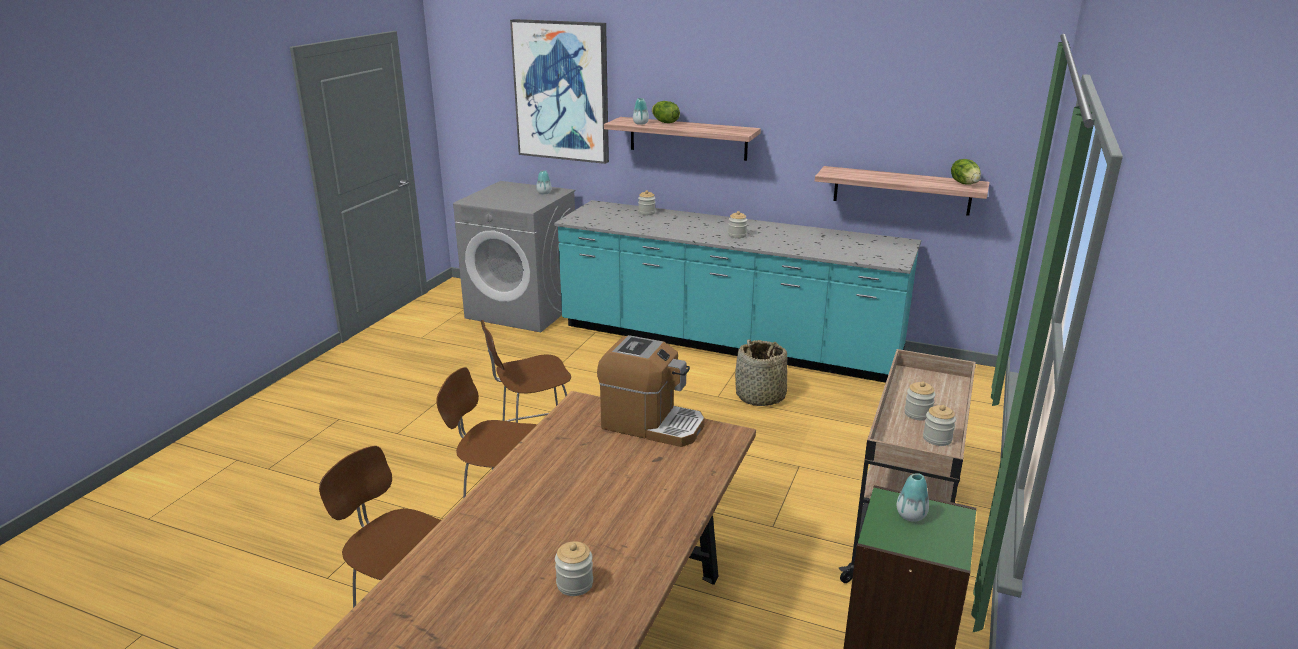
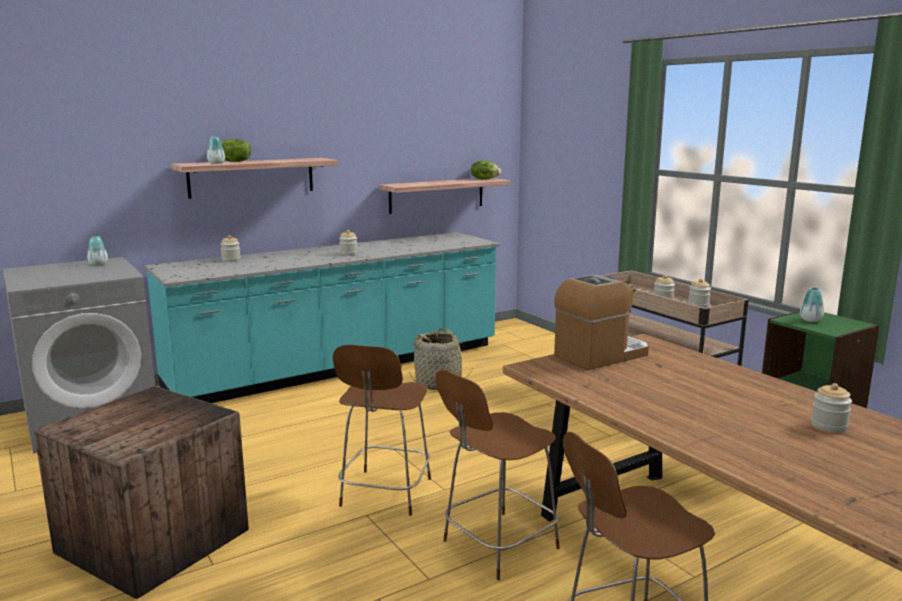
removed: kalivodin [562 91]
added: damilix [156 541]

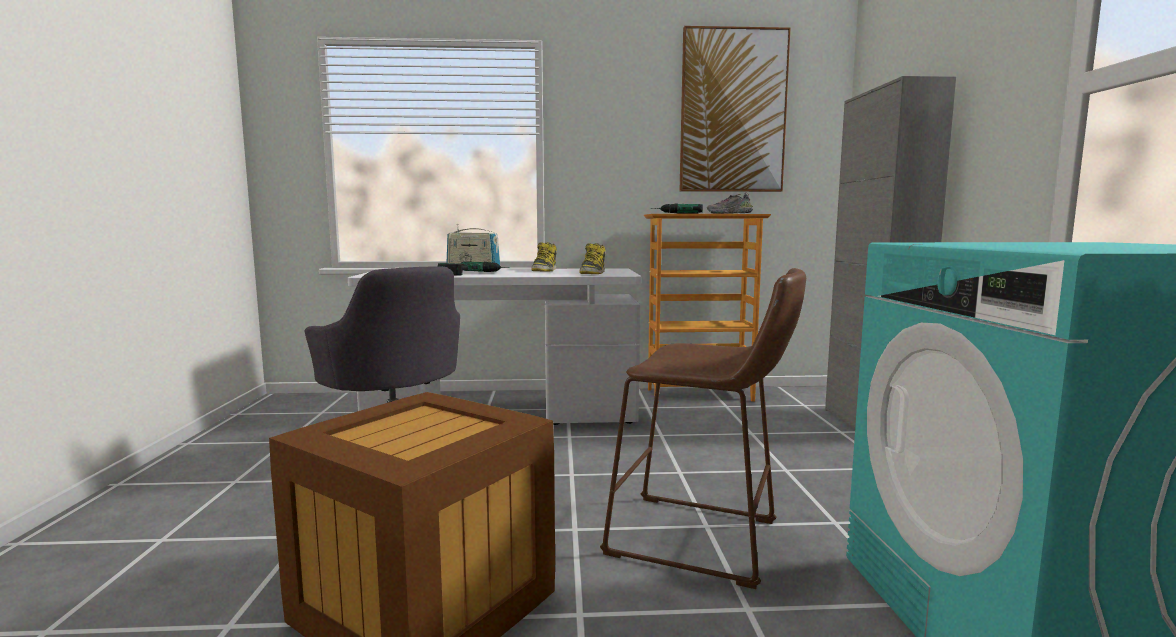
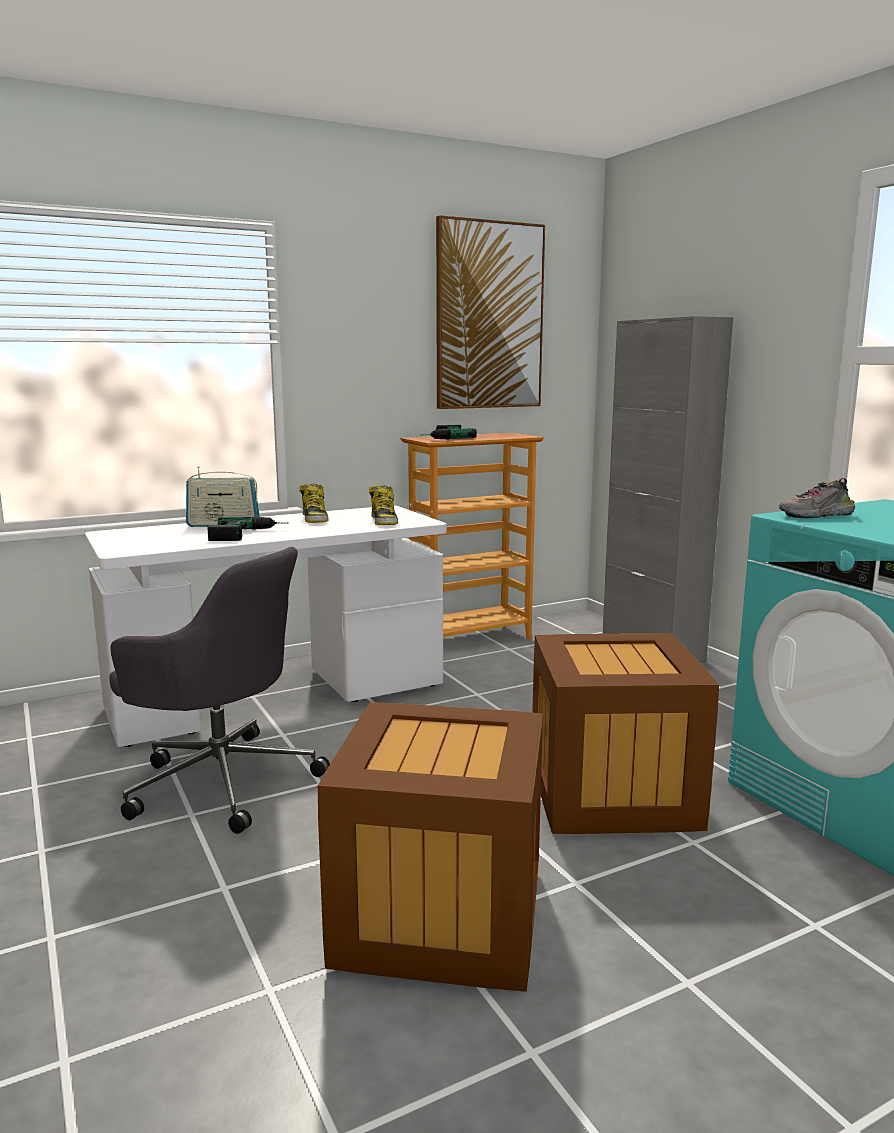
moved: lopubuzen [729 214] to [816 516]
replaced: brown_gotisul [702 540] to damilix [612 794]

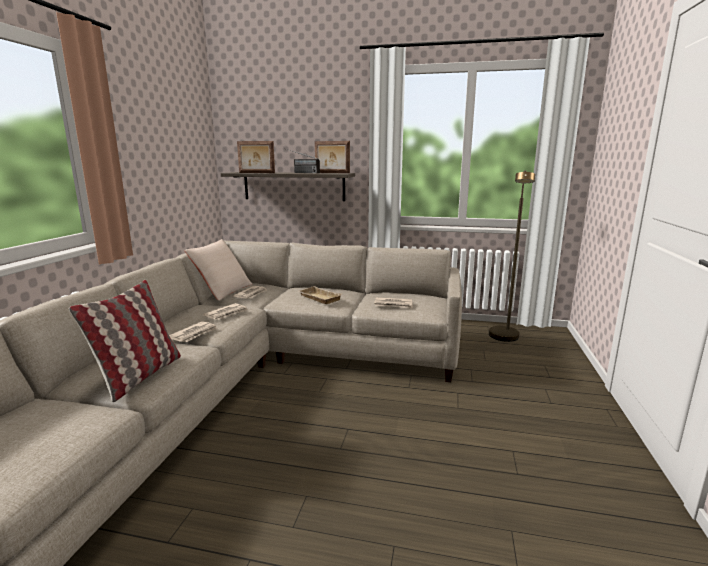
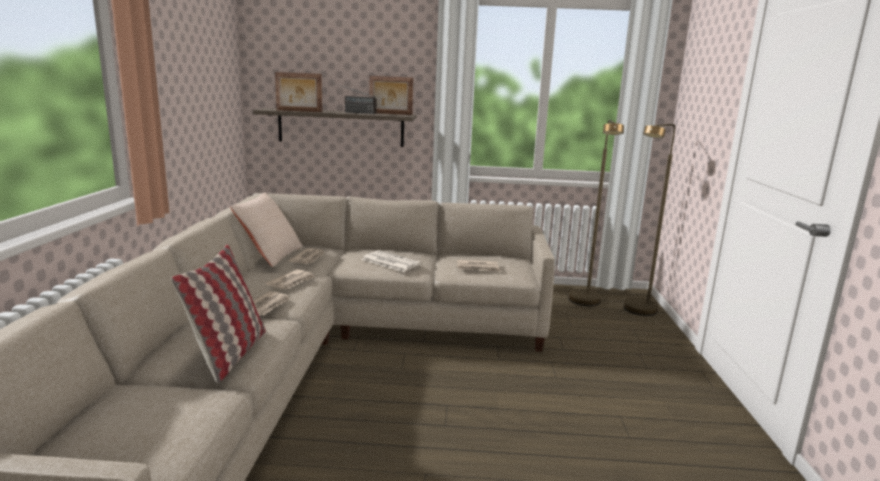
added: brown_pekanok [637 312]
replaced: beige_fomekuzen [318 298] to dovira [390 262]

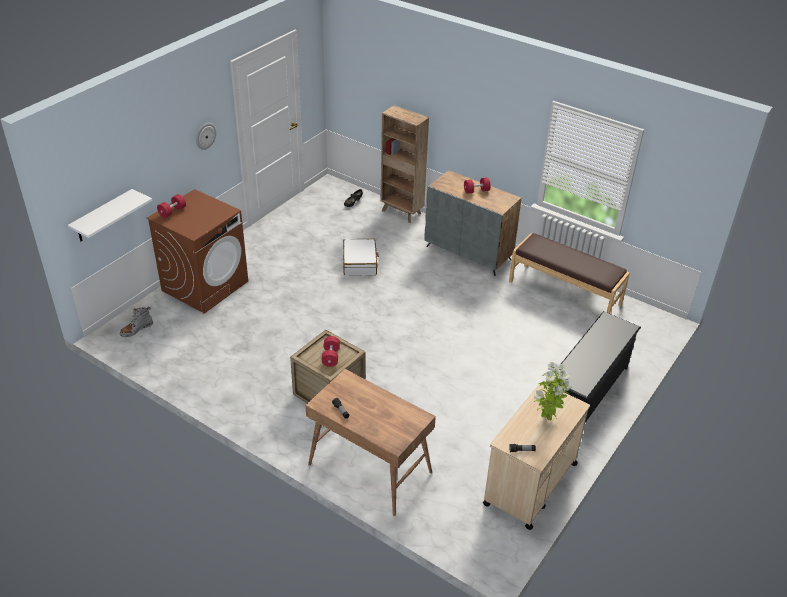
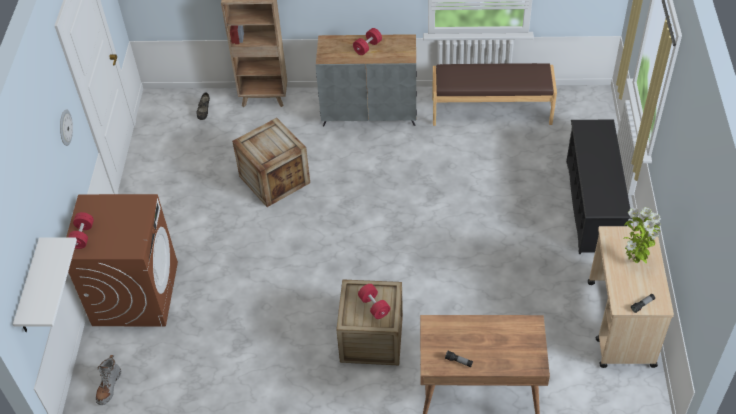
replaced: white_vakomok [360 263] to damilix [274 179]

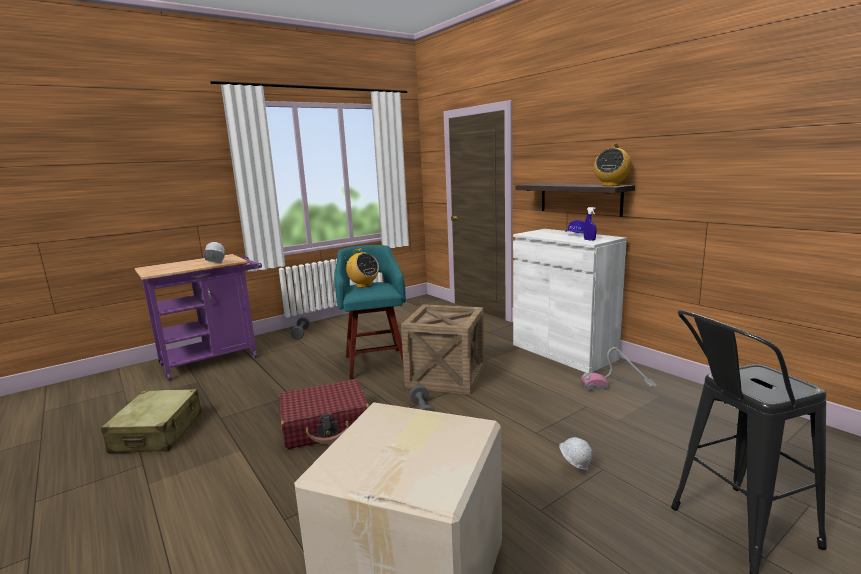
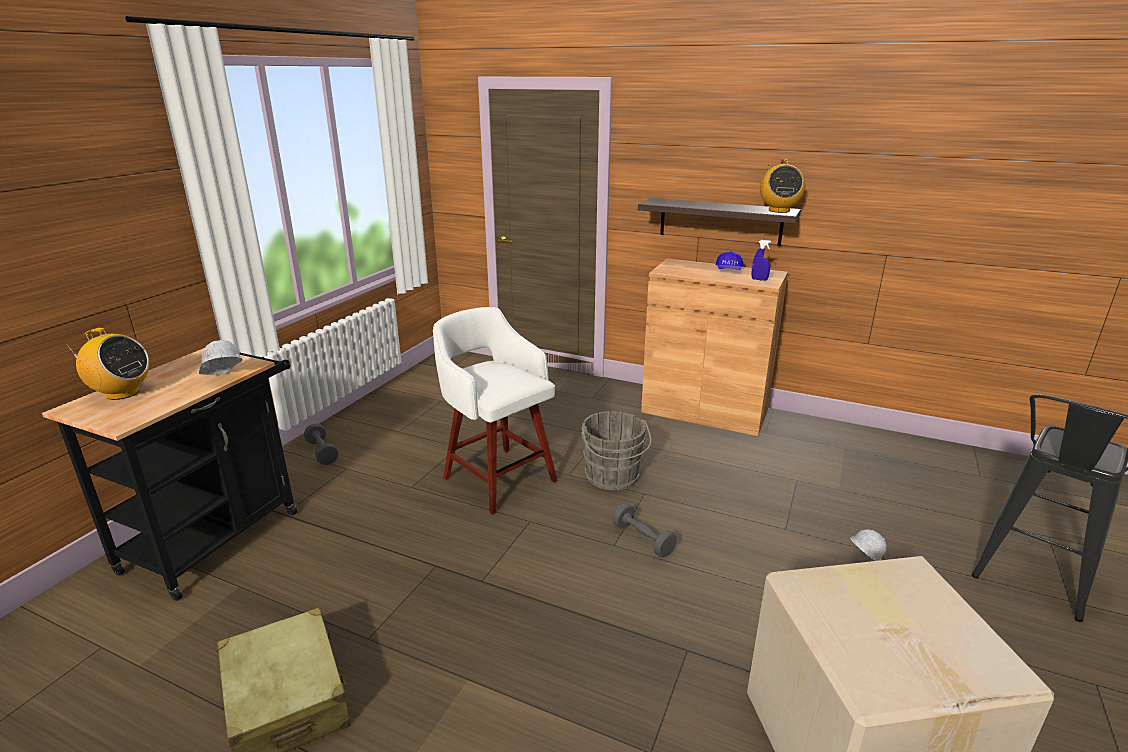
removed: red_vakomok [326 425]; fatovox [618 385]
moved: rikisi [363 285] to [122 393]
replaced: damilix [446 376] to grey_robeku [612 477]
recoloured: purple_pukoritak [215 359] to black_pukoritak [220 535]; turquoise_gotisul [375 362] to white_gotisul [498 478]; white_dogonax [563 352] to brown_dogonax [704 411]

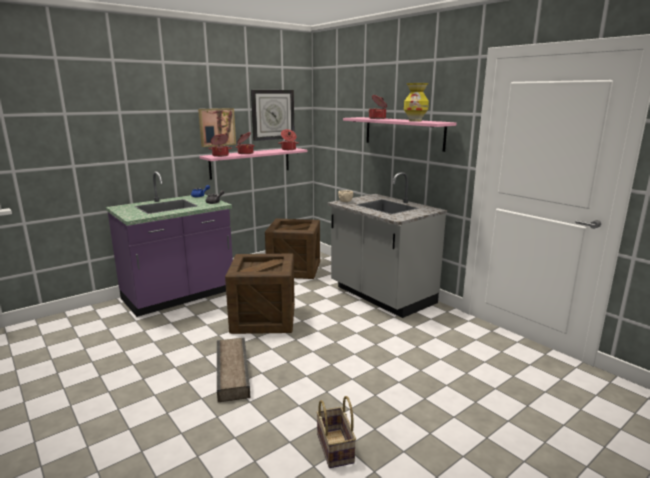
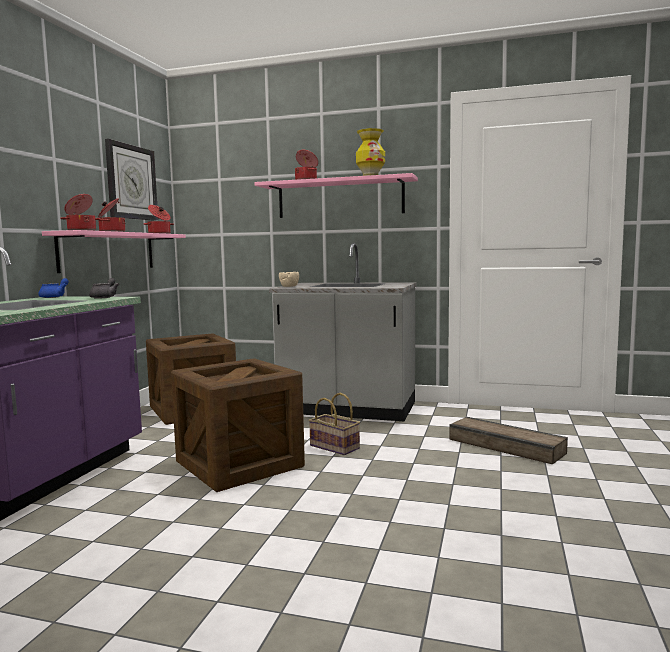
removed: kalivodin [216 127]
moved: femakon [336 449] to [336 447]; damilix [234 372] to [506 445]

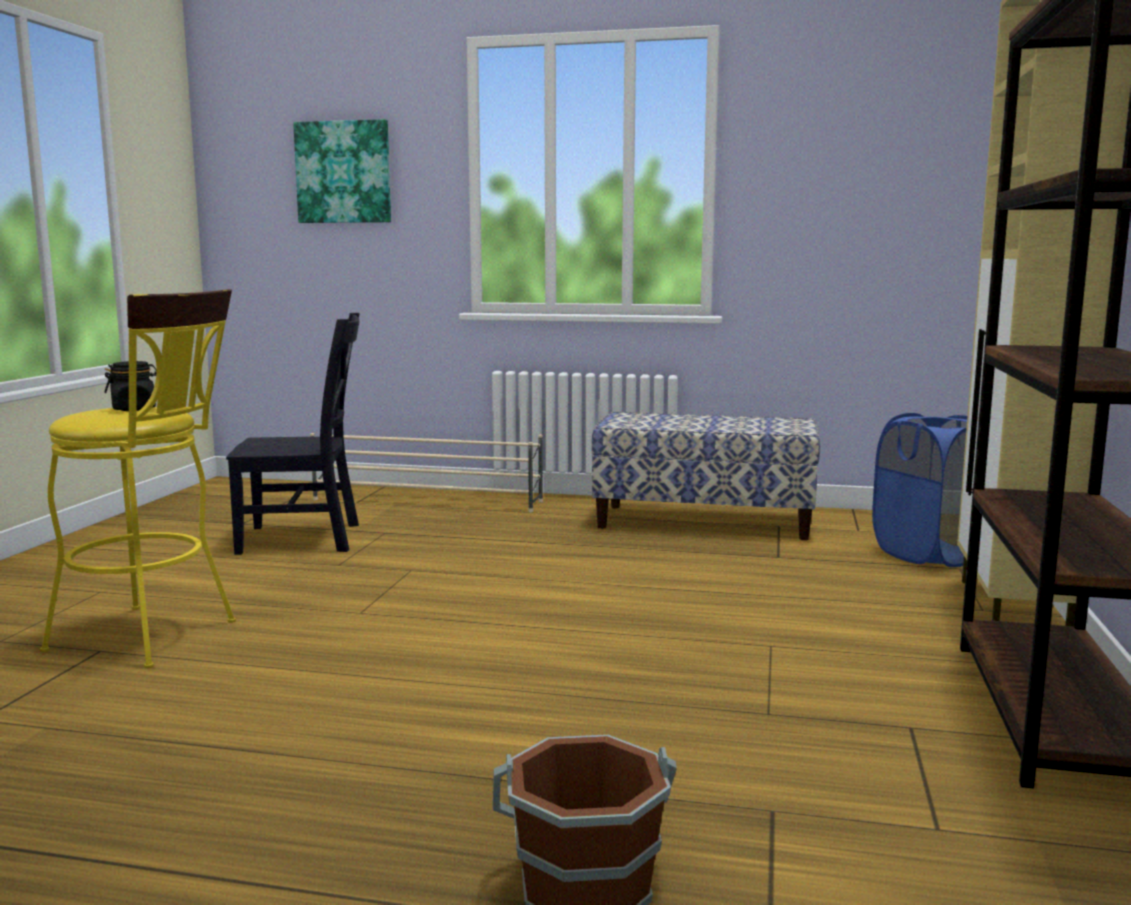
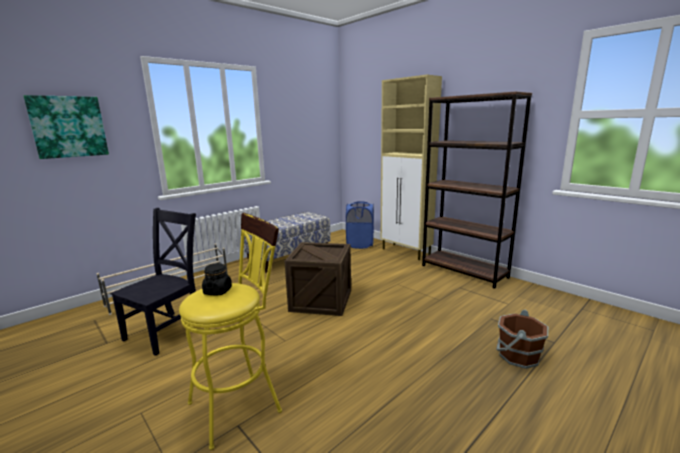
added: damilix [321 300]

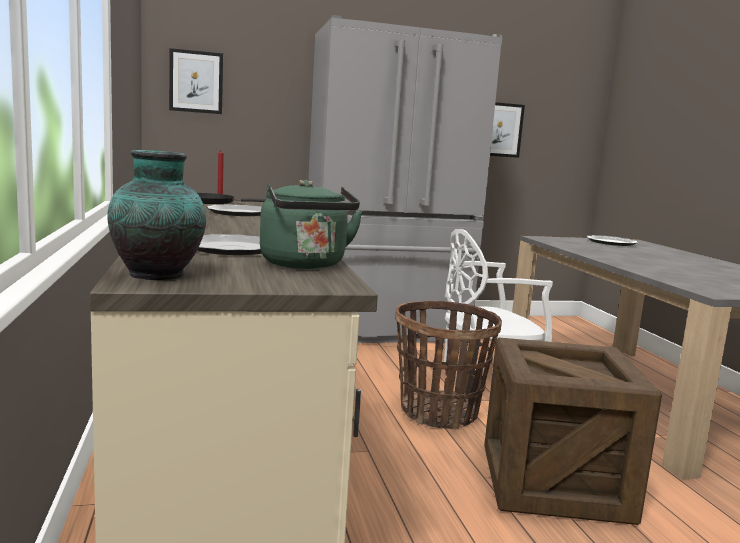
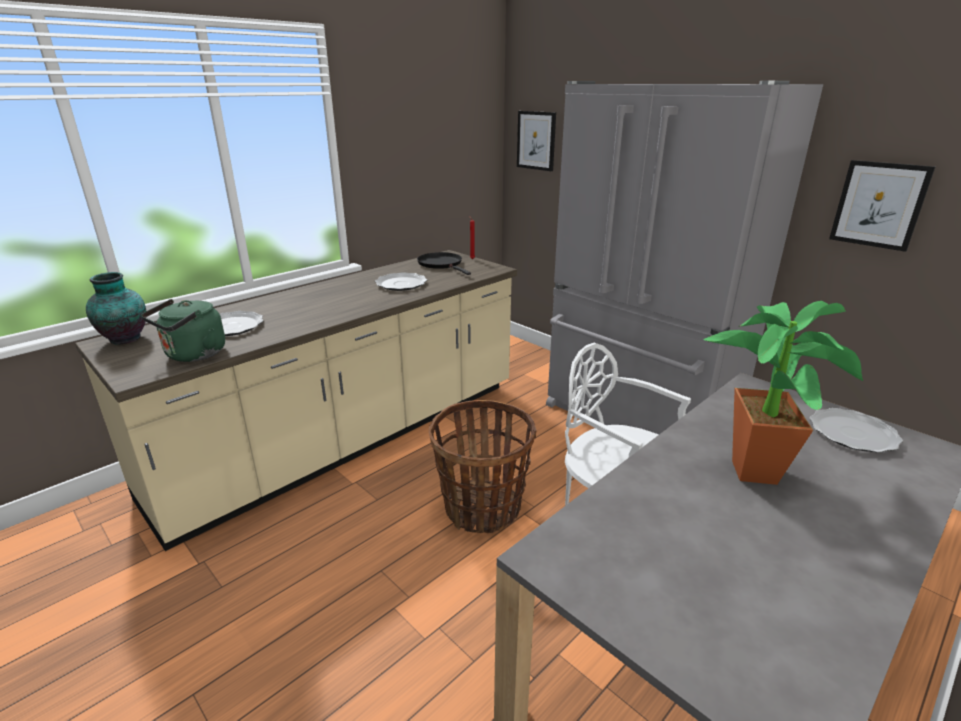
removed: damilix [554 482]
added: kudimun [757 467]

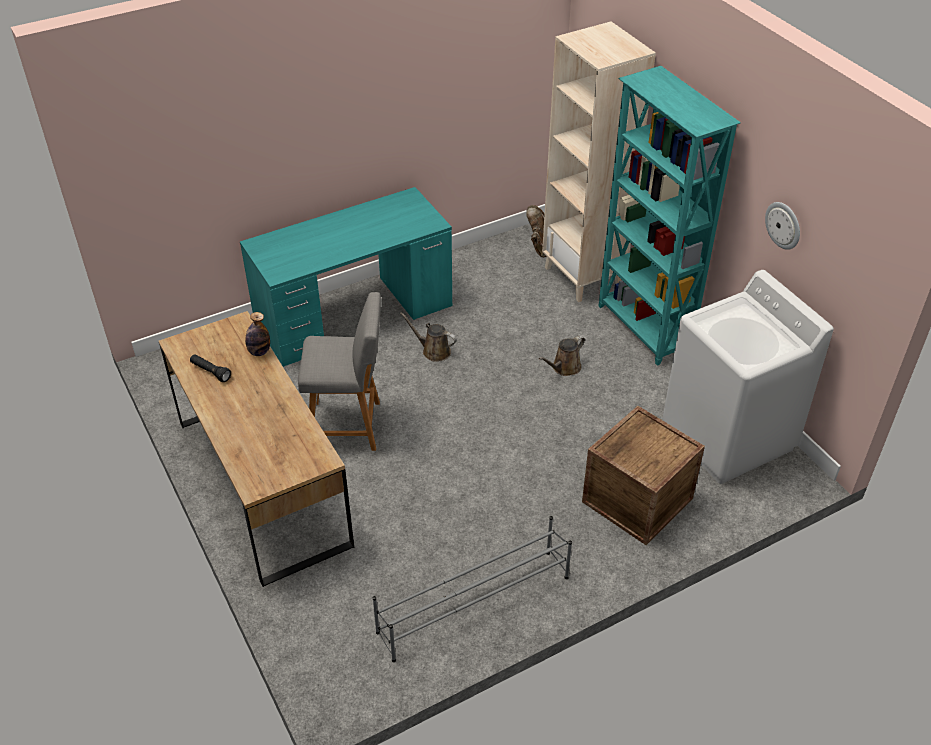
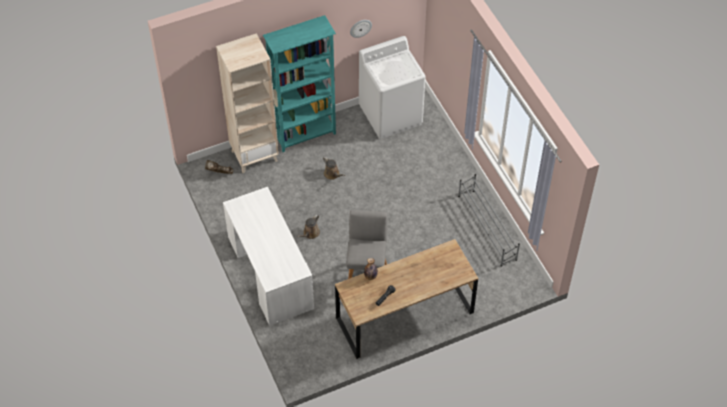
removed: damilix [637 500]
recoloured: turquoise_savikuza [354 313] to white_savikuza [270 272]

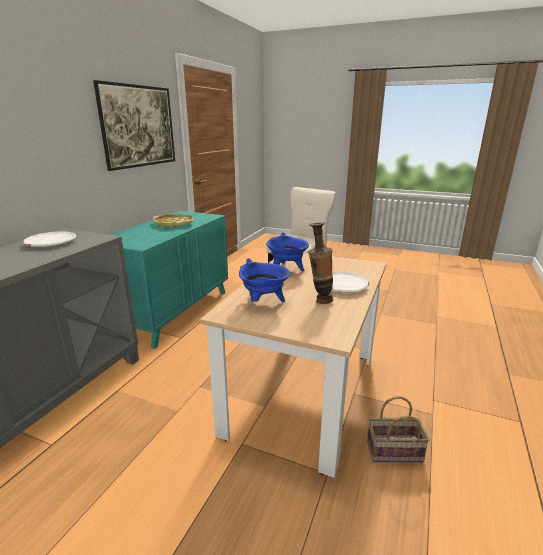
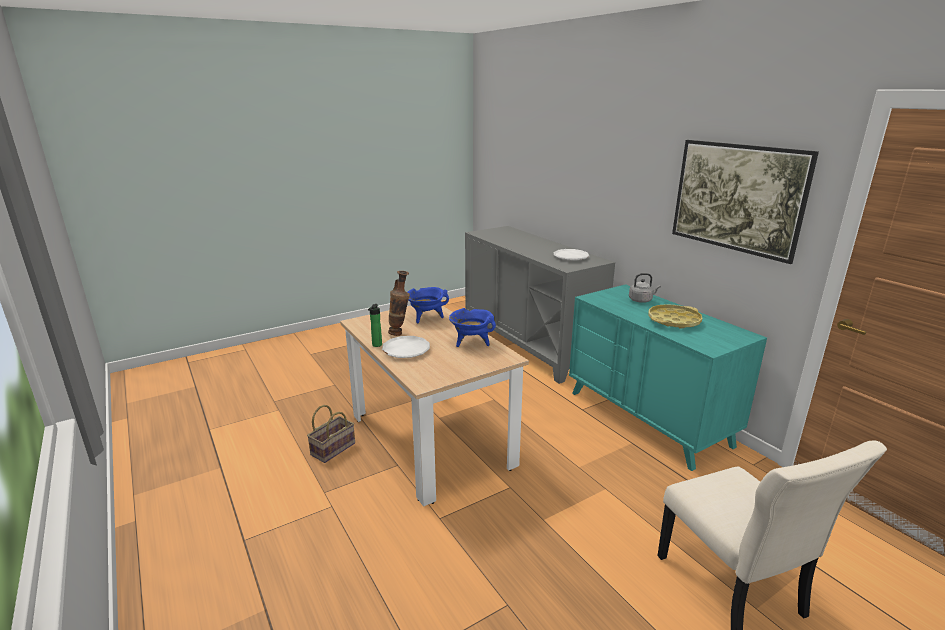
added: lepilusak [376 345]; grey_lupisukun [641 300]

